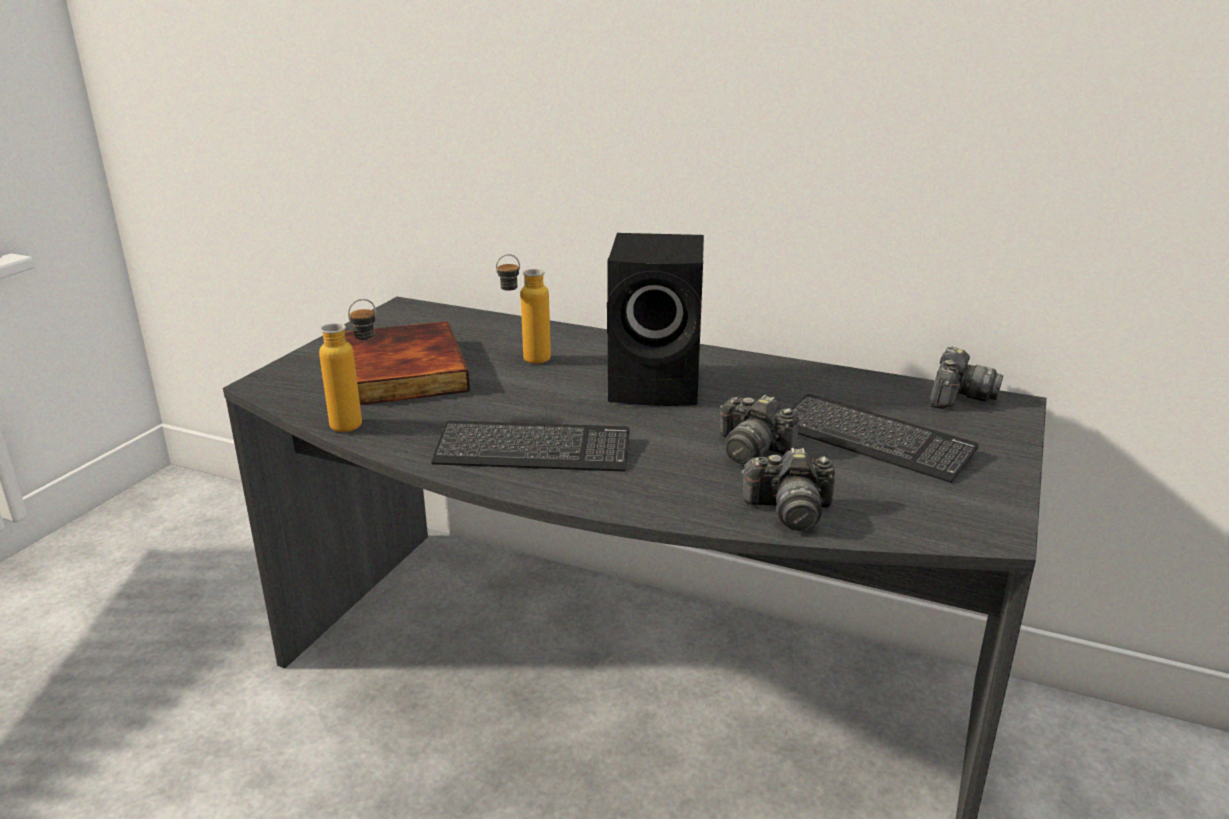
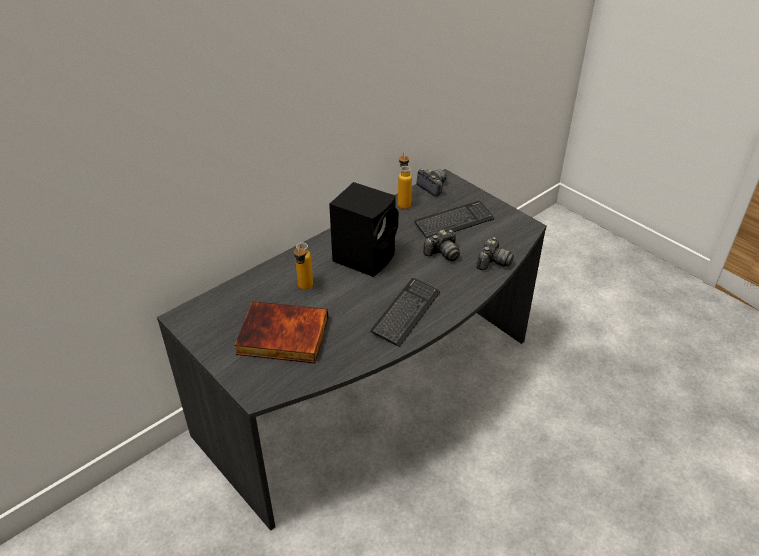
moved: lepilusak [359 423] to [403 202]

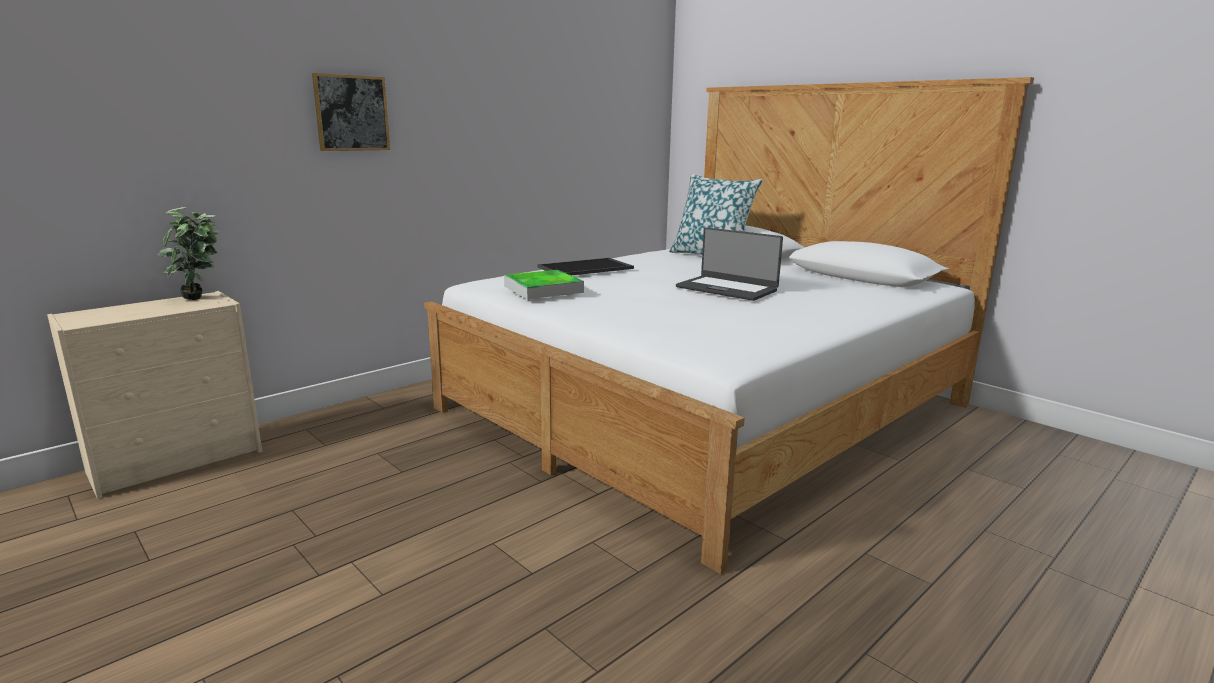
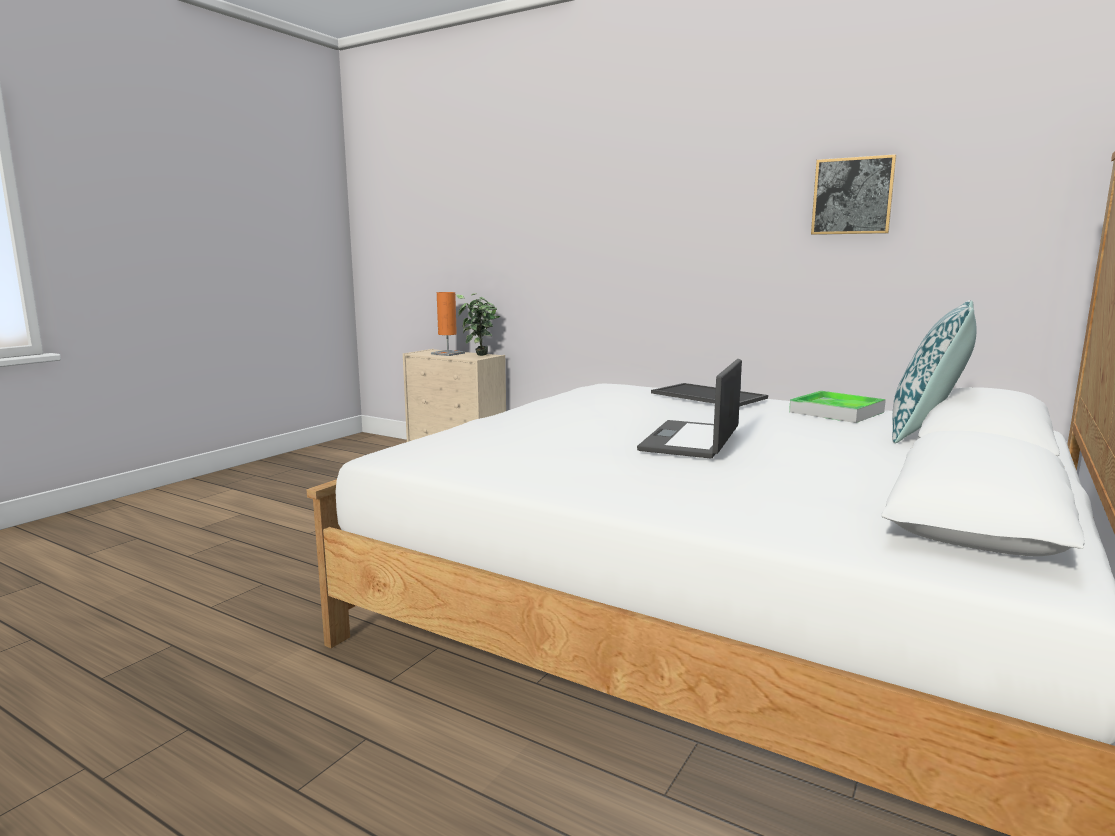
added: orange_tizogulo [448 353]
moved: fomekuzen [543 289] to [836 412]; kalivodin [351 113] to [852 196]

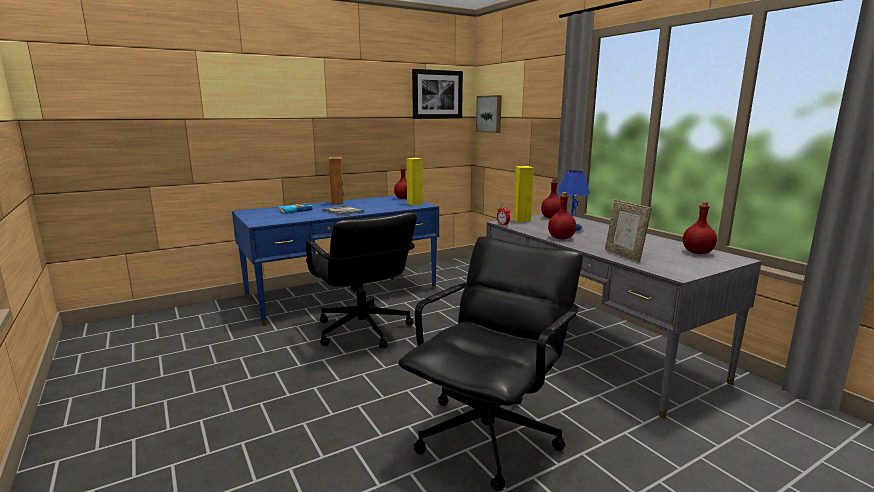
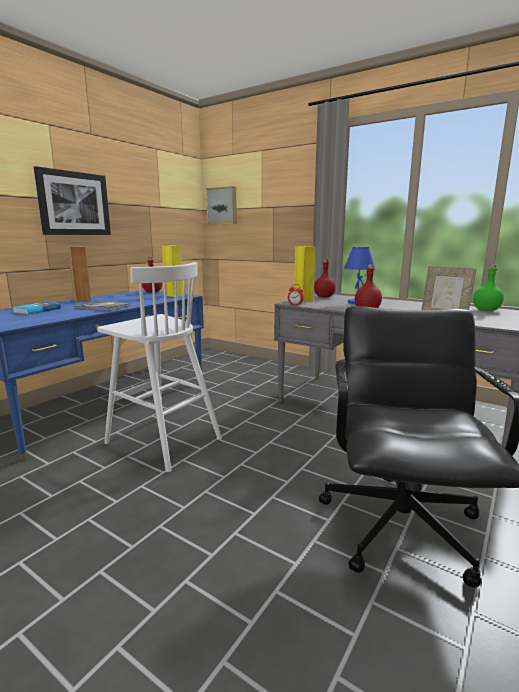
moved: kalivodin [437 94] to [74 203]
replaced: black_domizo [362 330] to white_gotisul [162 440]
recoloured: red_lepilusak [697 253] to green_lepilusak [486 310]

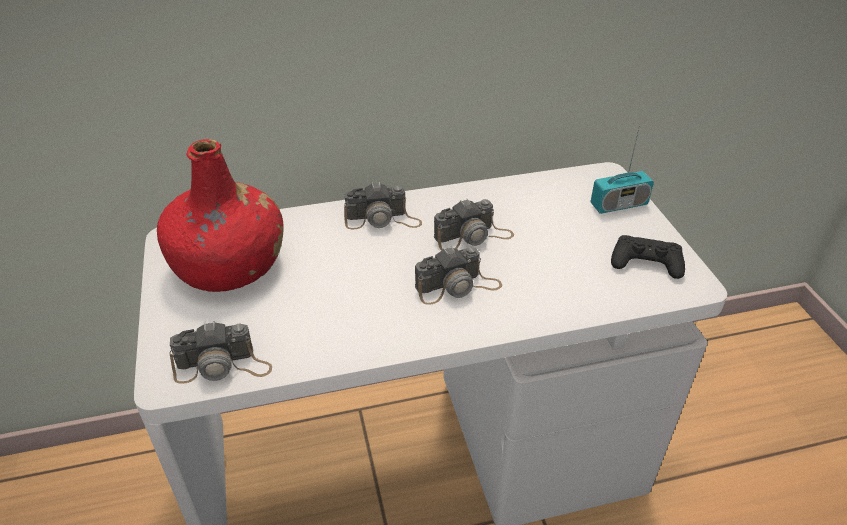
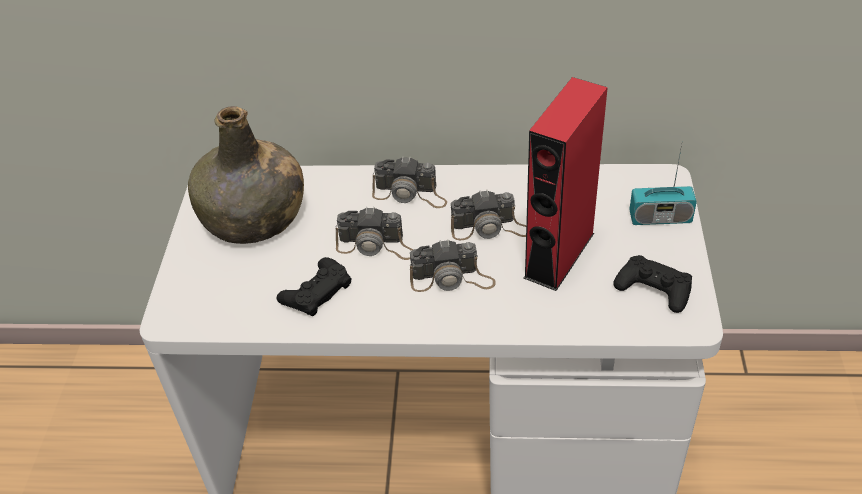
added: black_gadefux [316 292]; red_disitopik [559 255]
moved: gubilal [223 366] to [376 245]
recoloured: red_lepilusak [230 265] to green_lepilusak [254 217]

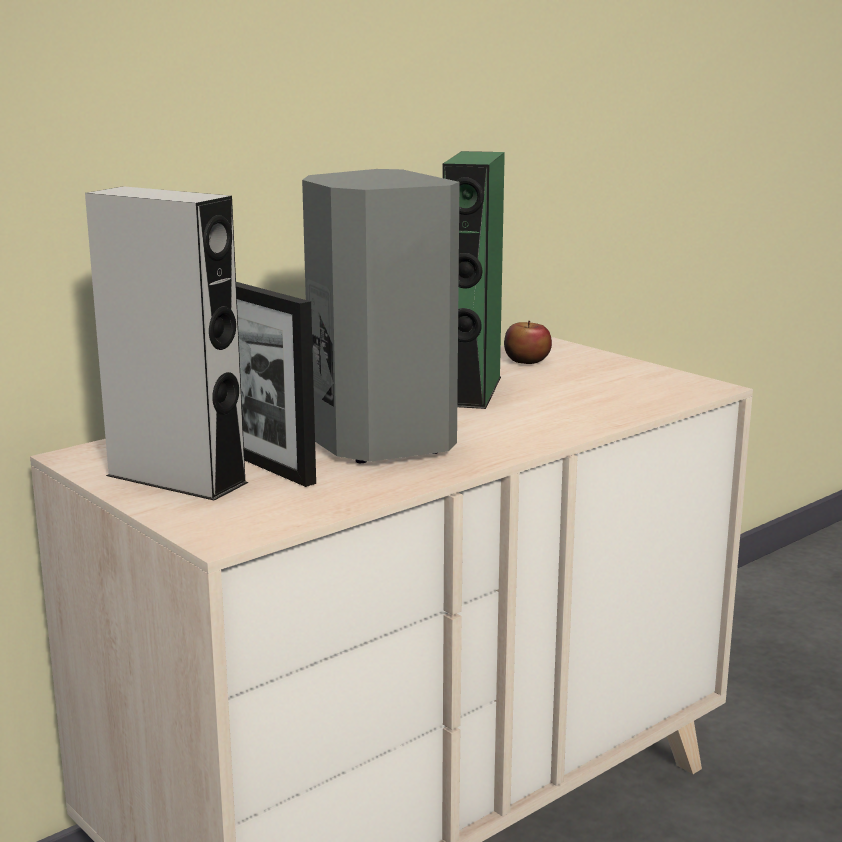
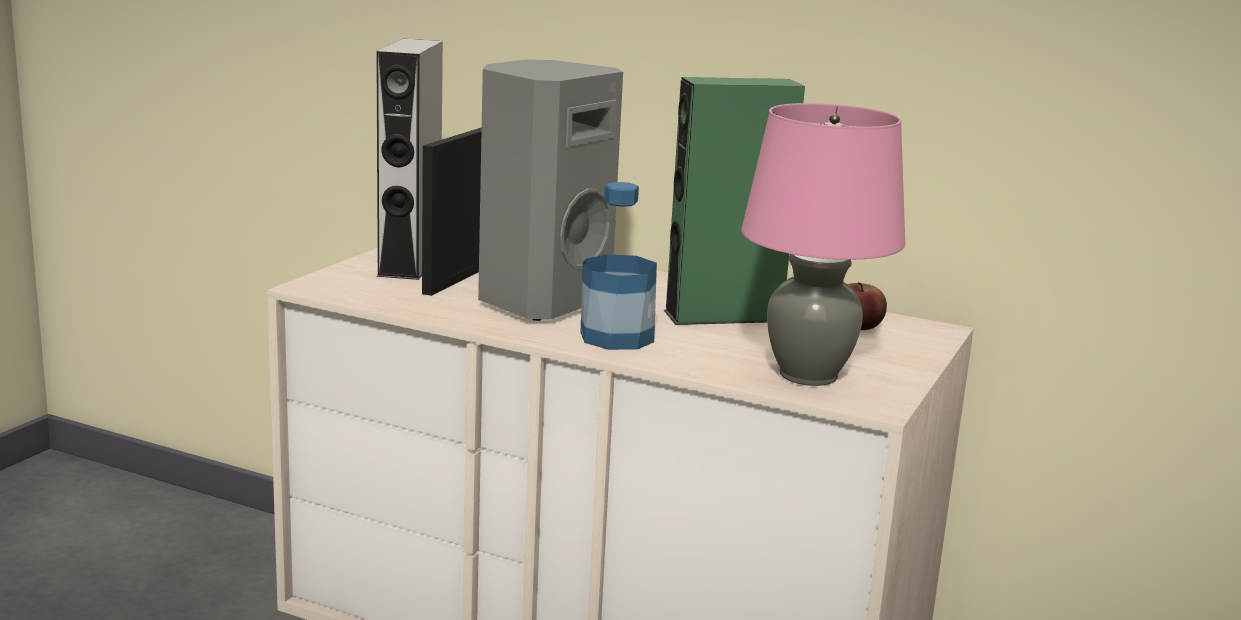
added: lepilusak [617 337]; pink_tizogulo [808 376]

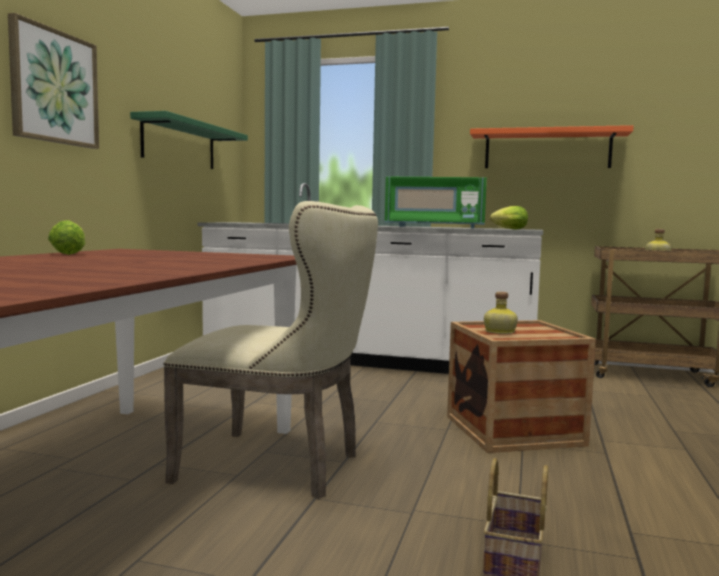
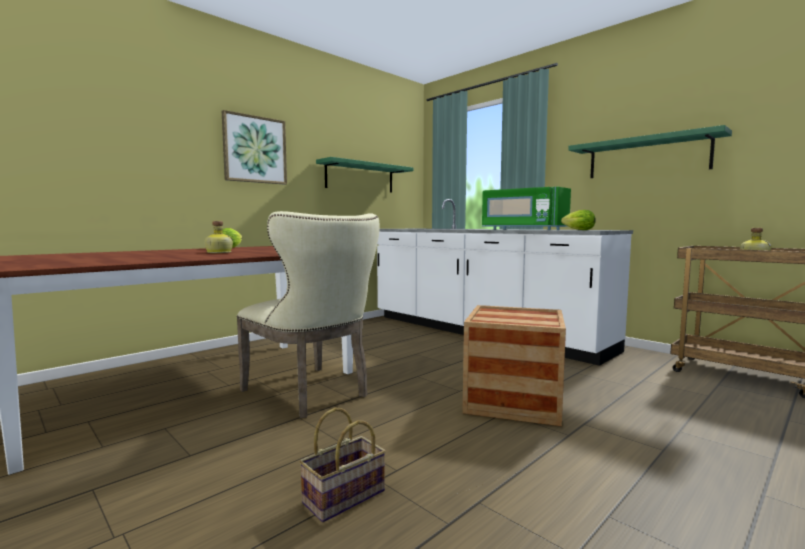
moved: lepilusak [499 332] to [218 252]
recoloured: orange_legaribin [547 150] to green_legaribin [647 157]

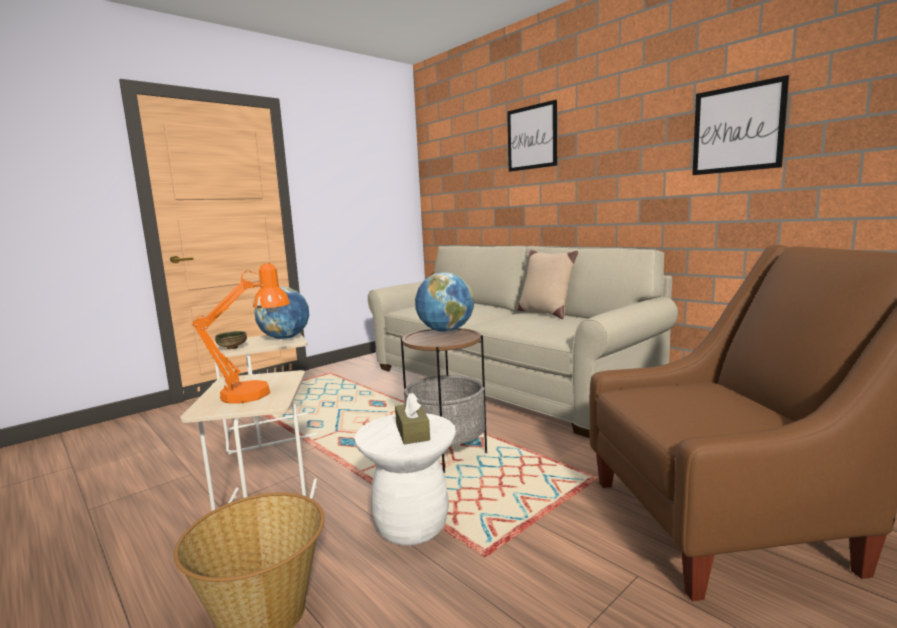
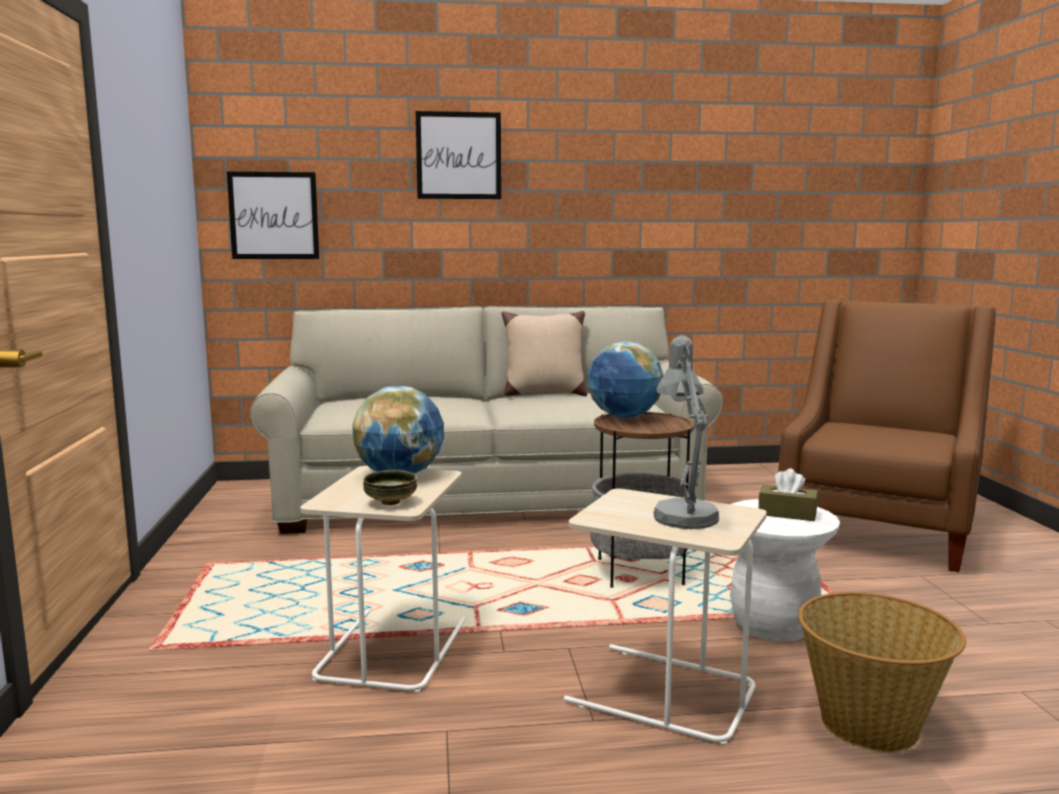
moved: kalivodin [737 129] to [274 215]
recoloured: orange_tizogulo [256 392] to grey_tizogulo [682 513]

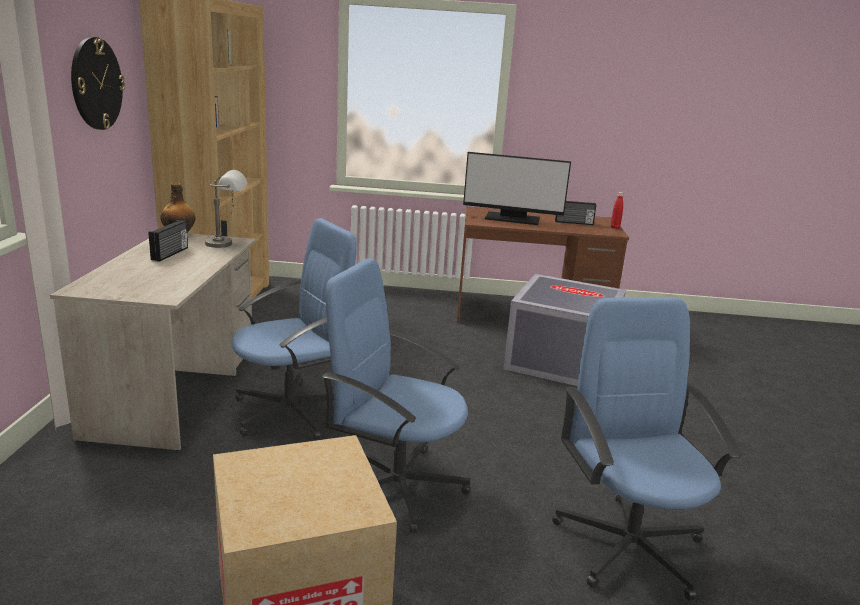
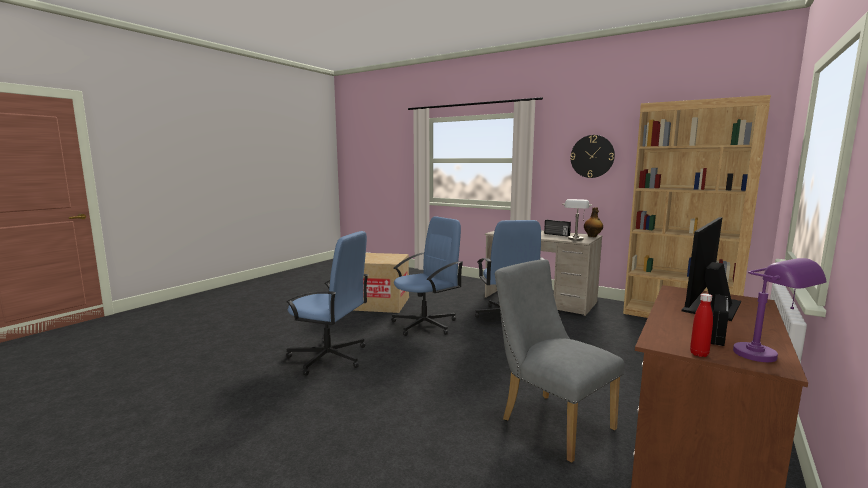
added: purple_tizogulo [769 359]
replaced: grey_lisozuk [559 361] to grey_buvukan [550 421]

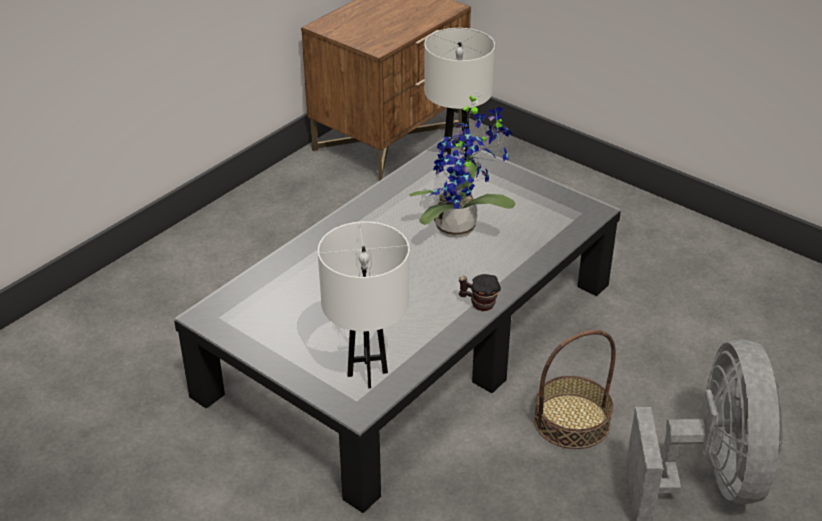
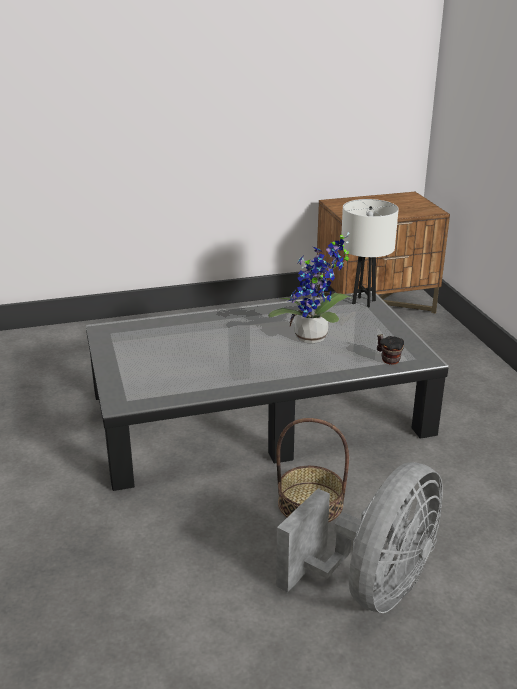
removed: white_tizogulo [367 374]
moved: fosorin [479 303] to [388 359]

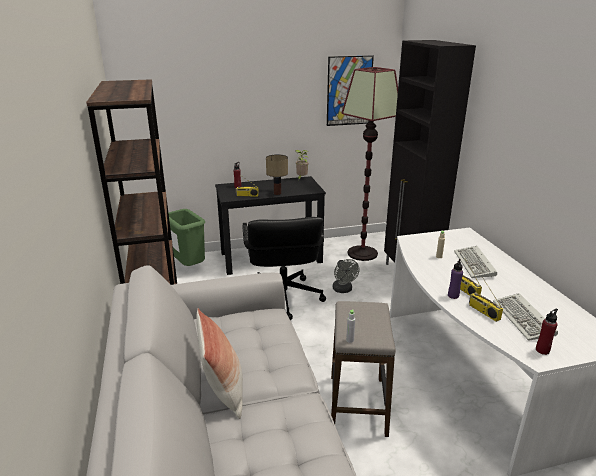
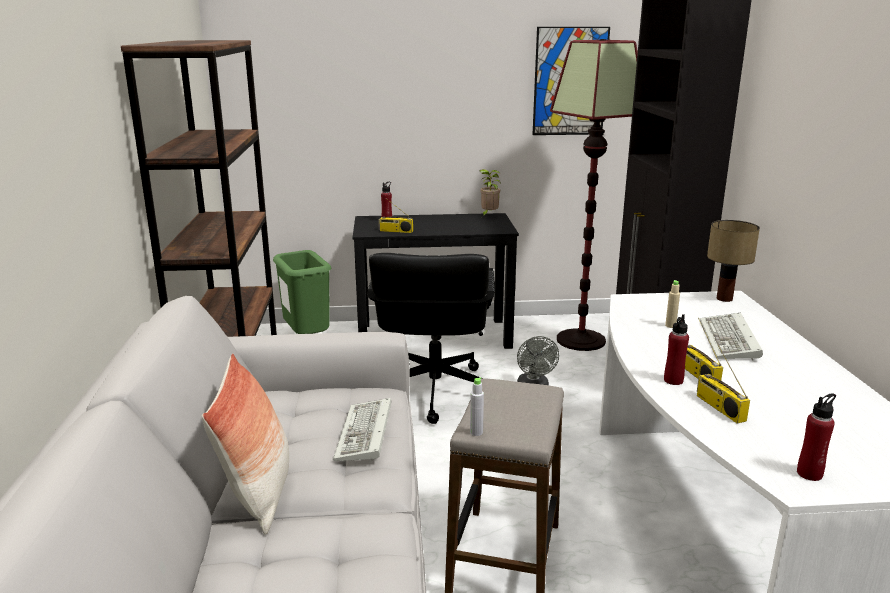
moved: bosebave [524 320] to [365 435]; tizogulo [277 193] to [724 299]
recoloured: purple_lepilusak [453 296] to red_lepilusak [673 380]

